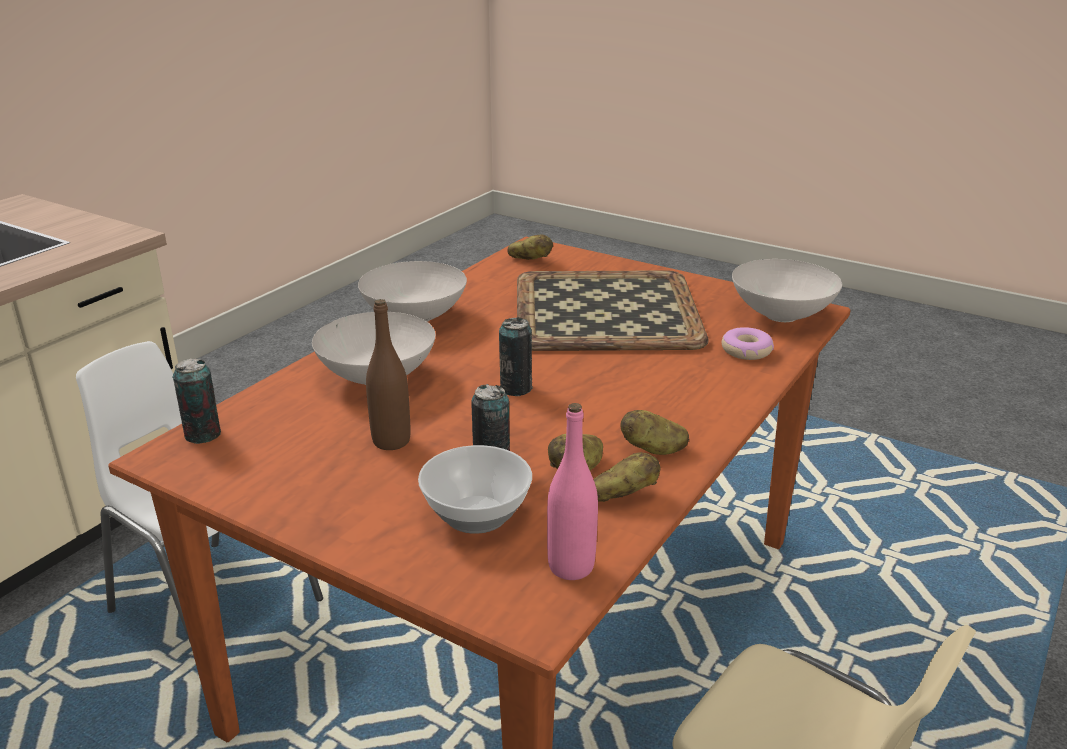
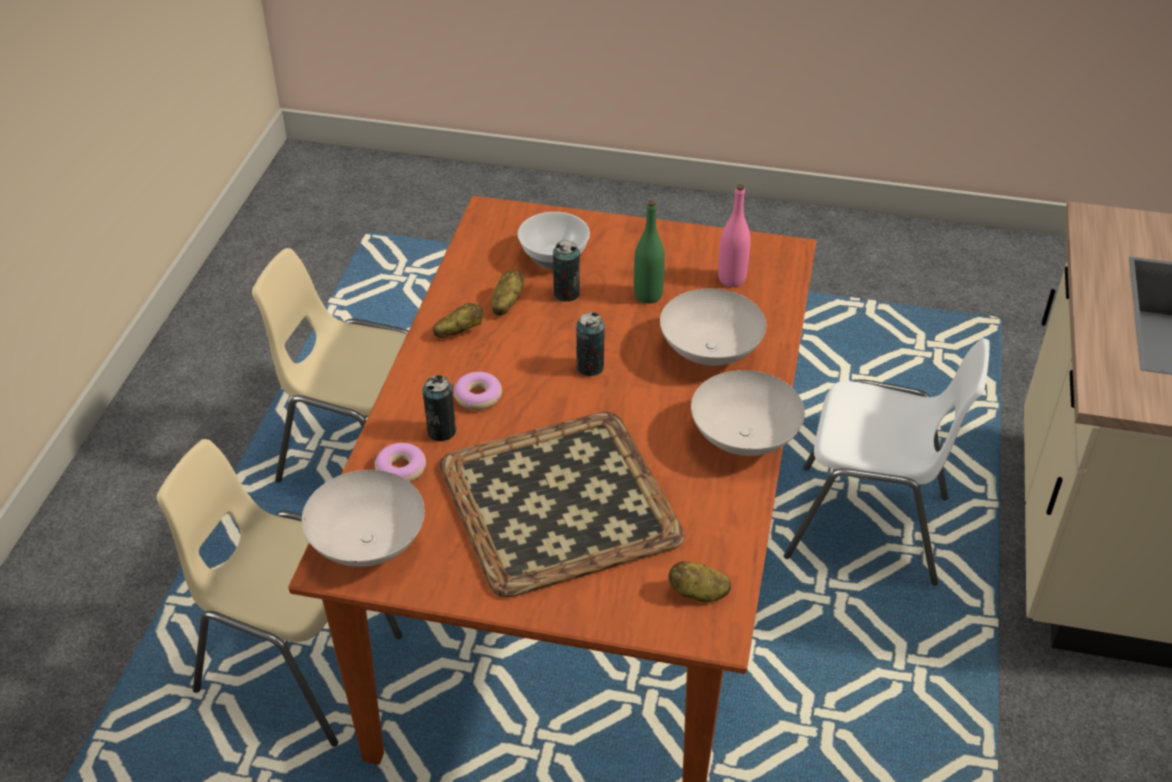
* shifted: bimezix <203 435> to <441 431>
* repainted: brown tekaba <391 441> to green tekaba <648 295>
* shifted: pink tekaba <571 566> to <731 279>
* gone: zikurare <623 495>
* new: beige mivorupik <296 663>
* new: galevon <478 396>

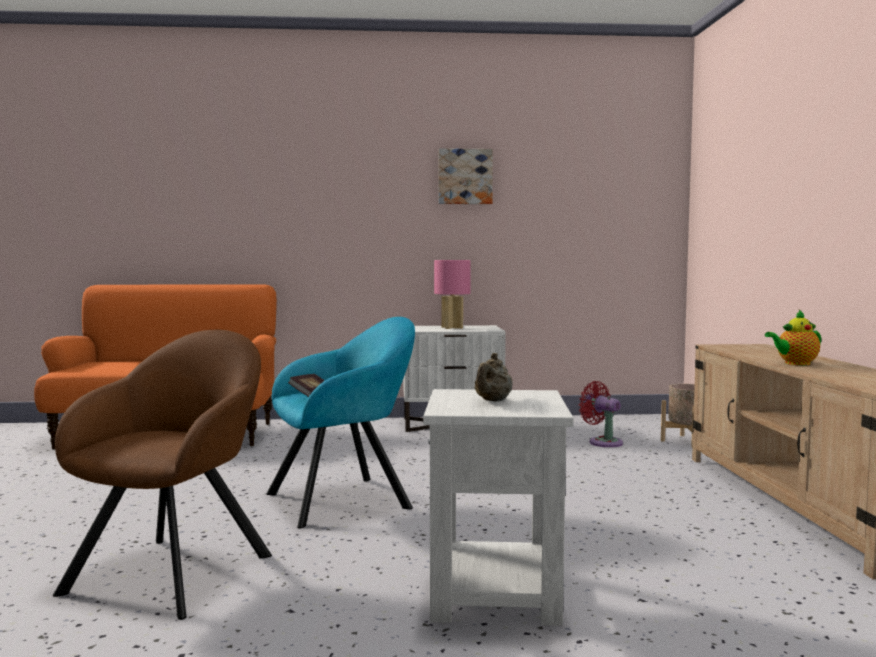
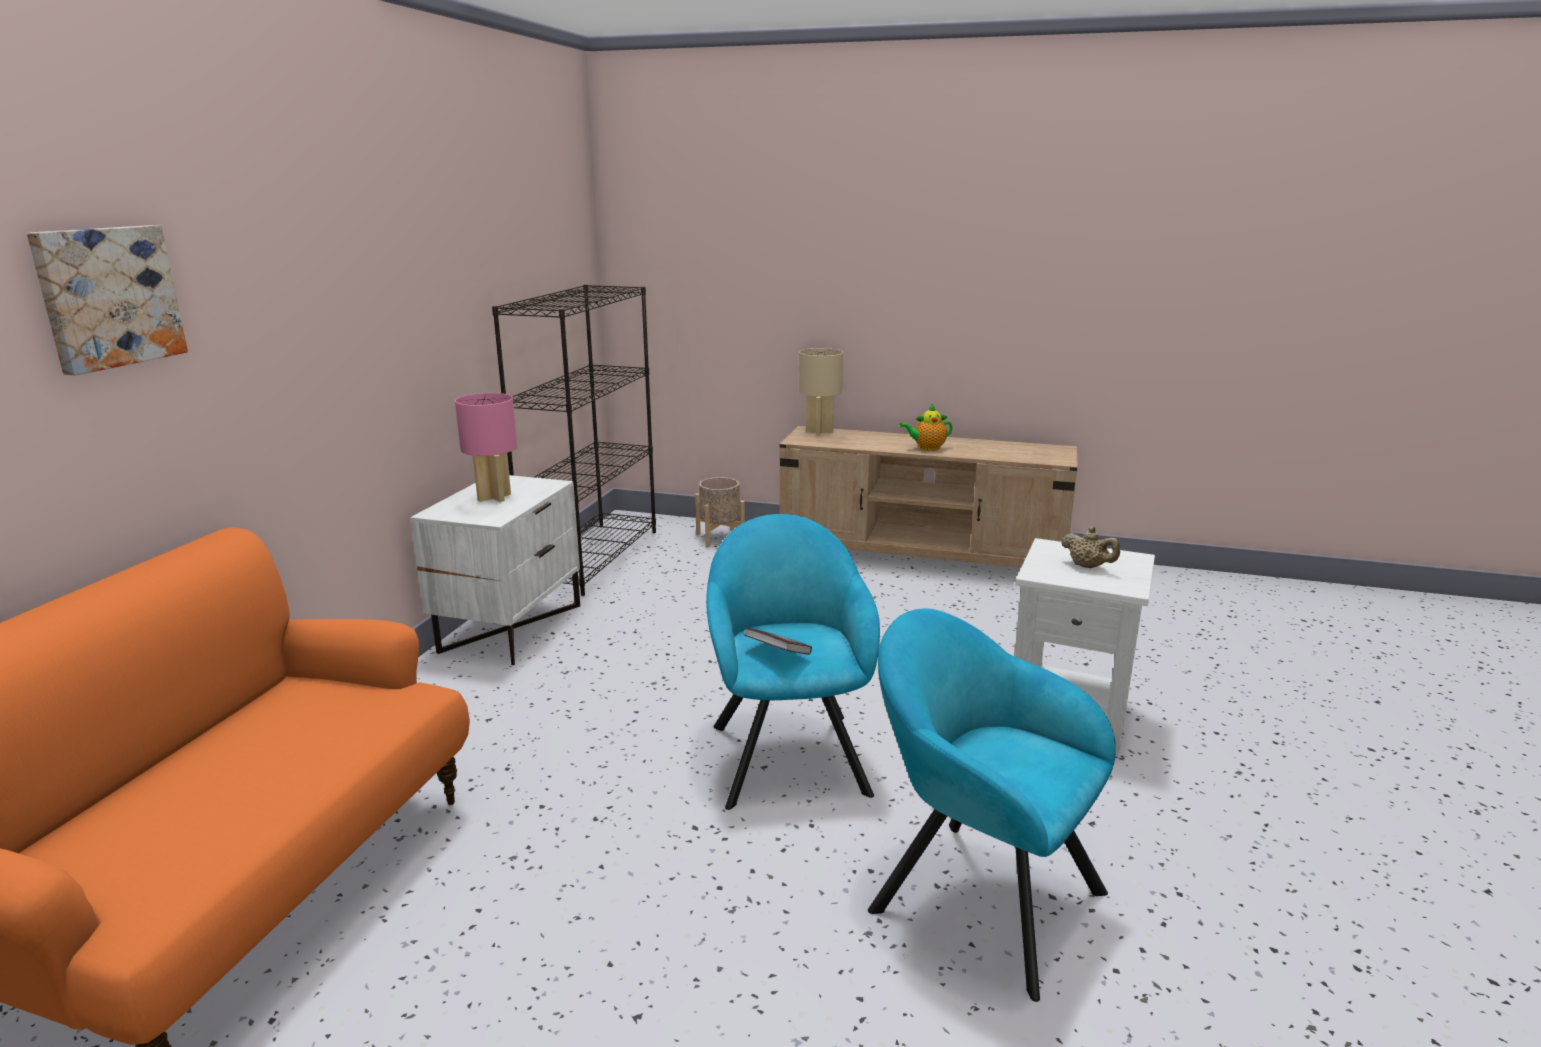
* repainted: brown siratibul <177 569> to turquoise siratibul <976 895>
* shifted: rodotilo <465 177> to <107 297>
* gone: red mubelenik <602 442>
* rotated: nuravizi <795 363> = <927 448> 75 degrees clockwise
* new: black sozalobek <592 557>
* new: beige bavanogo <819 431>

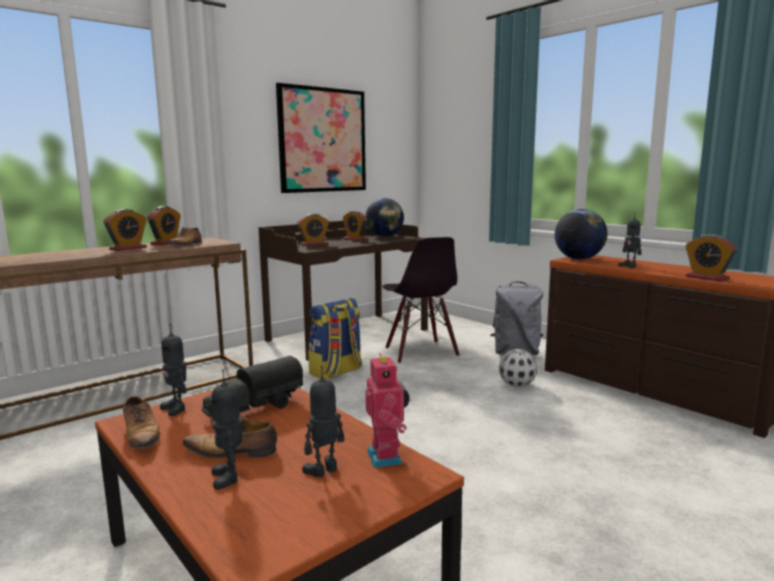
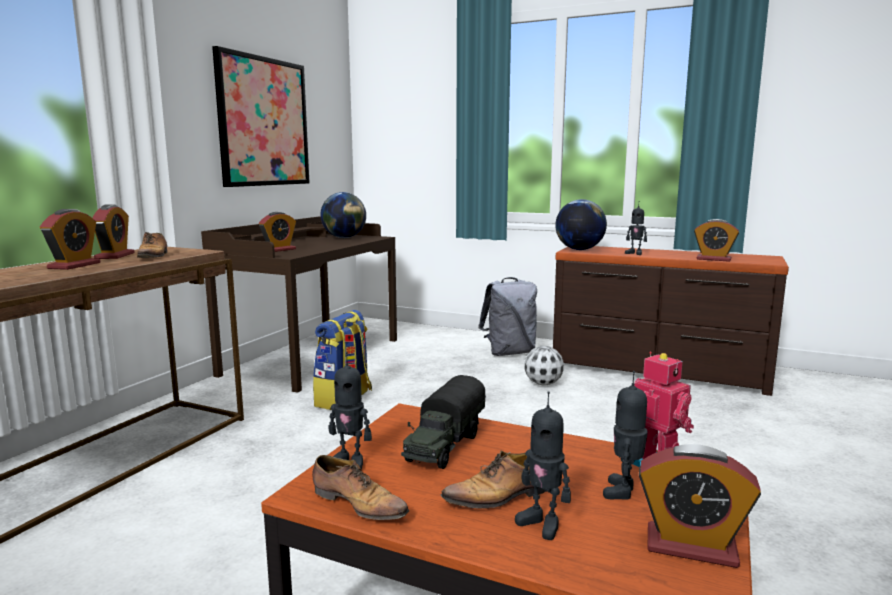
* shifted: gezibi <355 239> to <691 547>
* gone: black mivorupik <420 352>

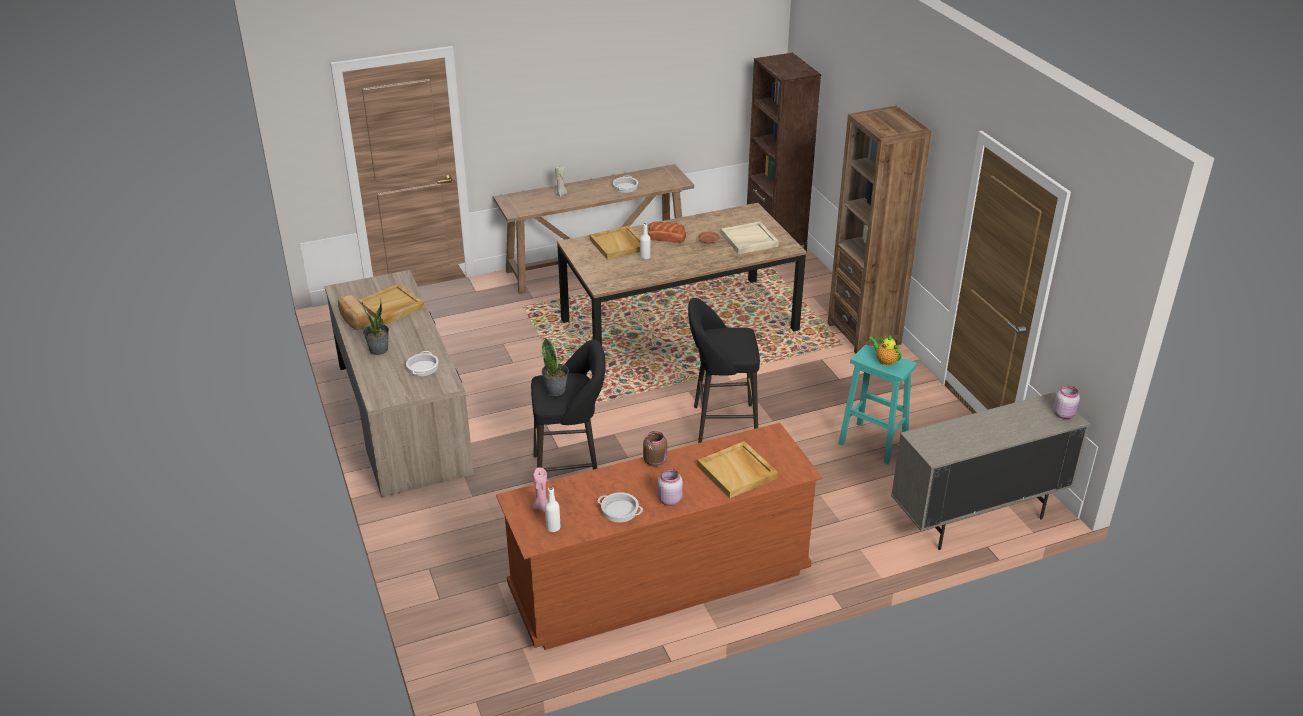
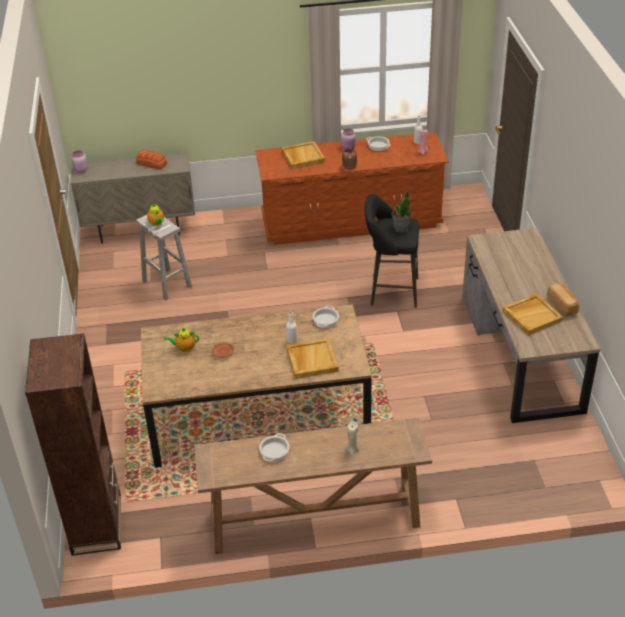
* gone: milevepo <379 350>
* shifted: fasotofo <422 367> to <326 320>
* shifted: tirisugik <665 237> to <152 163>
* gone: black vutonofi <720 424>
* swapped: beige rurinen <749 240> to nuravizi <184 348>
* gone: brown sozalobek <864 333>
* repainted: turquoise vutonofi <874 443> to white vutonofi <166 284>

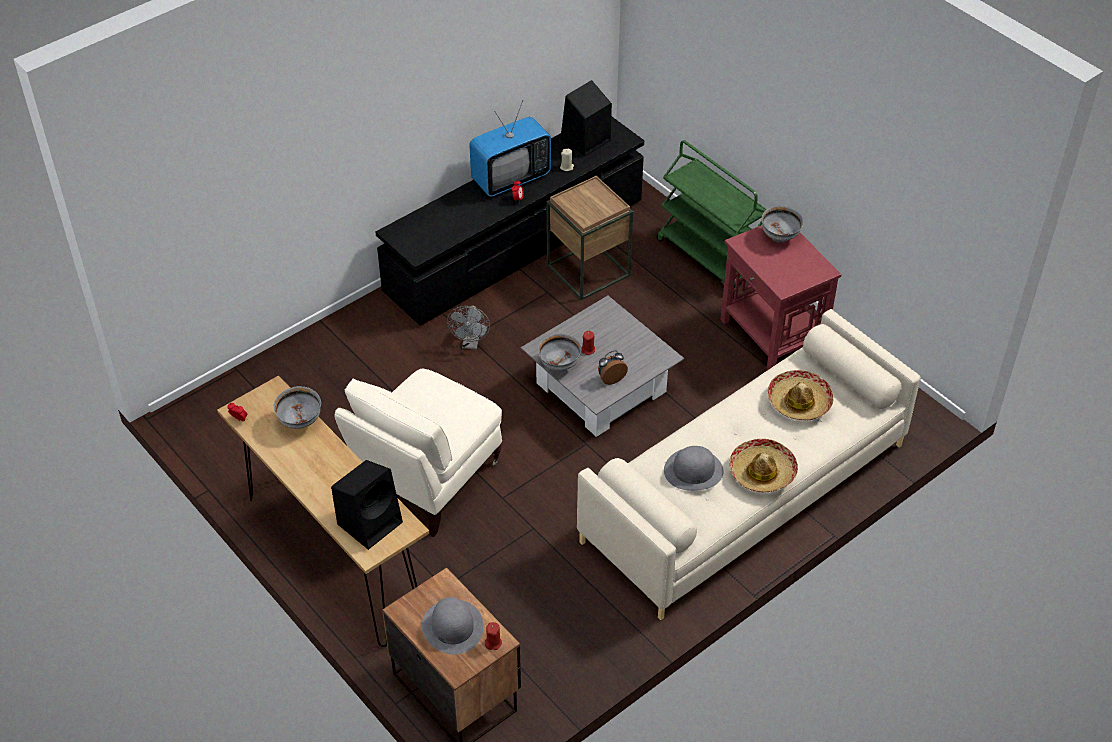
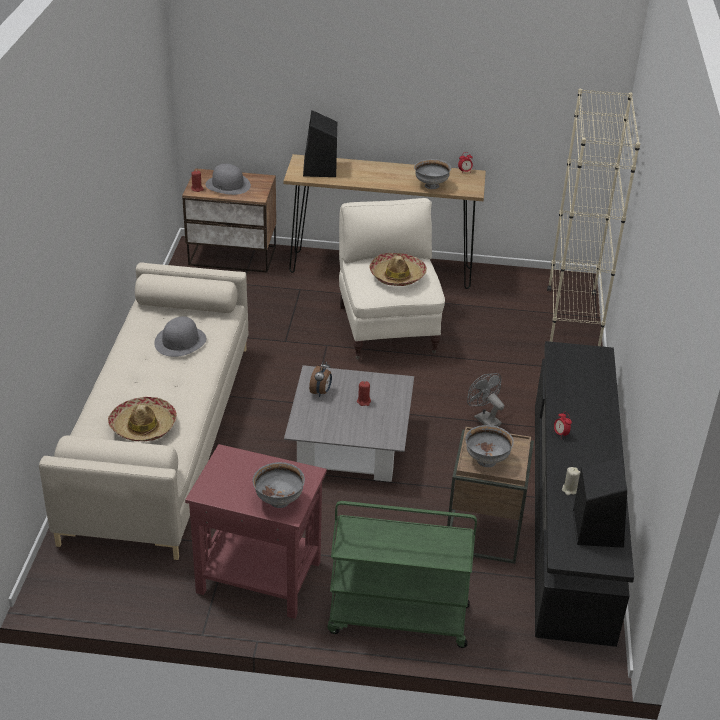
* gone: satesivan <511 178>
* shifted: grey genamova <559 366> to <486 460>
* shifted: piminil <762 472> to <397 276>
* new: beige sozalobek <572 320>

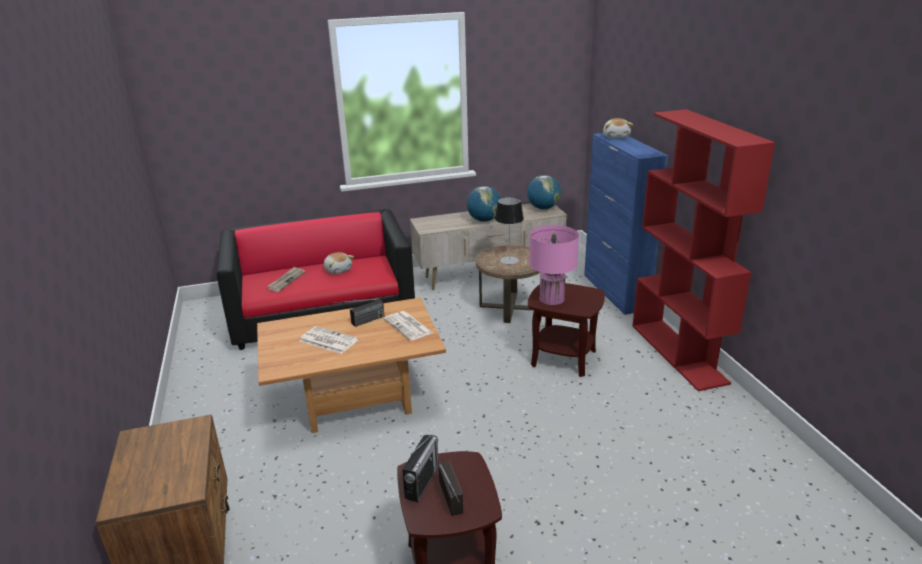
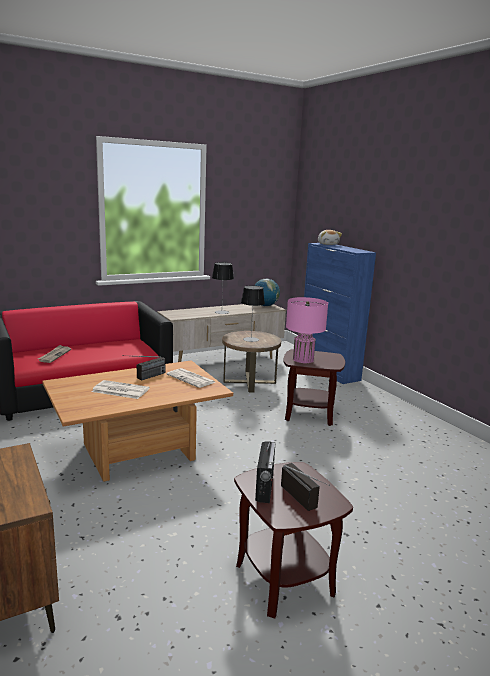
* gone: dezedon <338 270>
* swapped: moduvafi <484 220> to bavanogo <221 312>
* gone: red sozalobek <679 353>

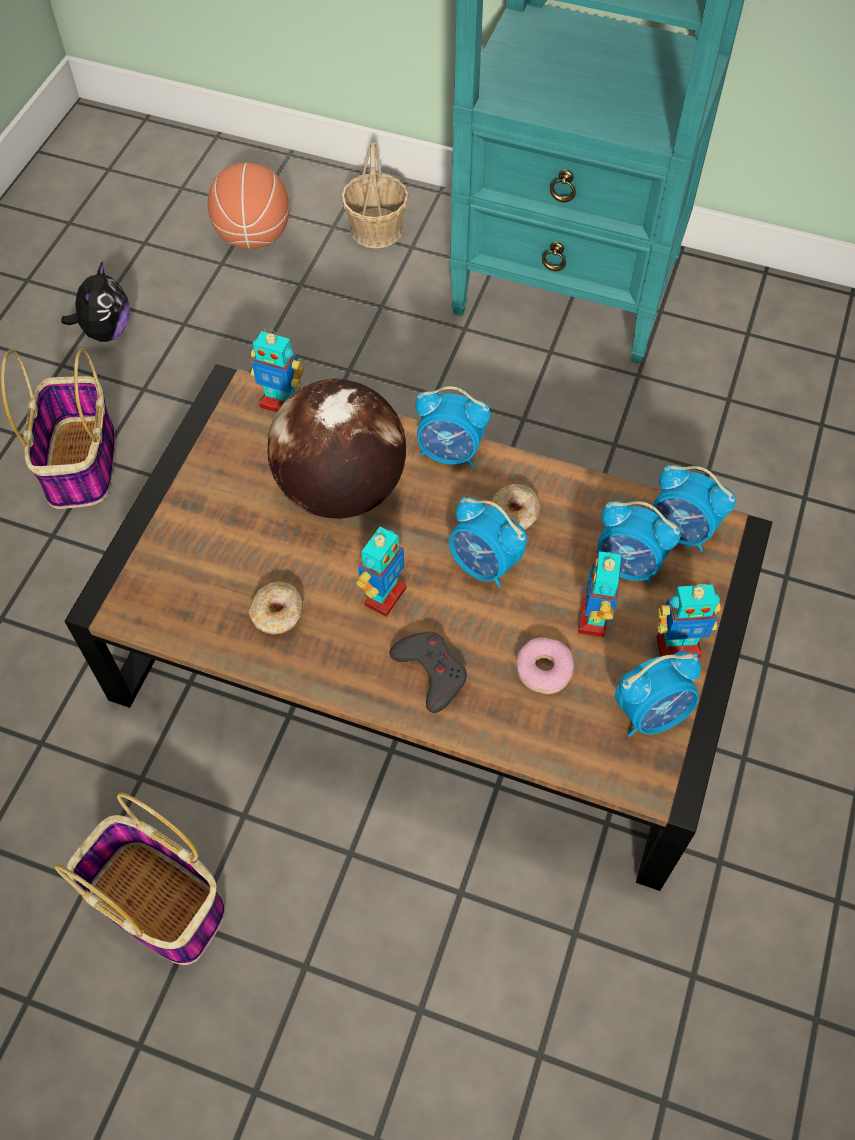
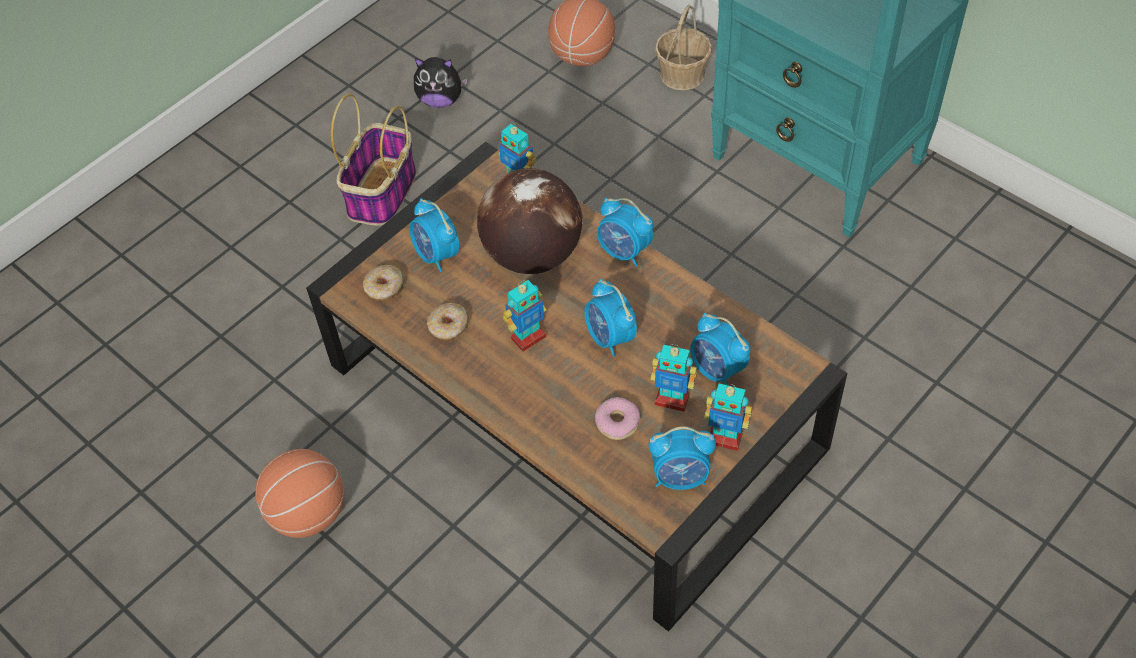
* swapped: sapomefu <160 903> to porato <309 513>
* rotated: dezedon <106 331> = <441 100> 60 degrees clockwise
* gone: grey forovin <430 672>
* shifted: galevon <514 514> to <384 288>
* rotated: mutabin <594 618> = <672 399> 105 degrees counterclockwise
* shifted: gezibi <681 531> to <437 255>

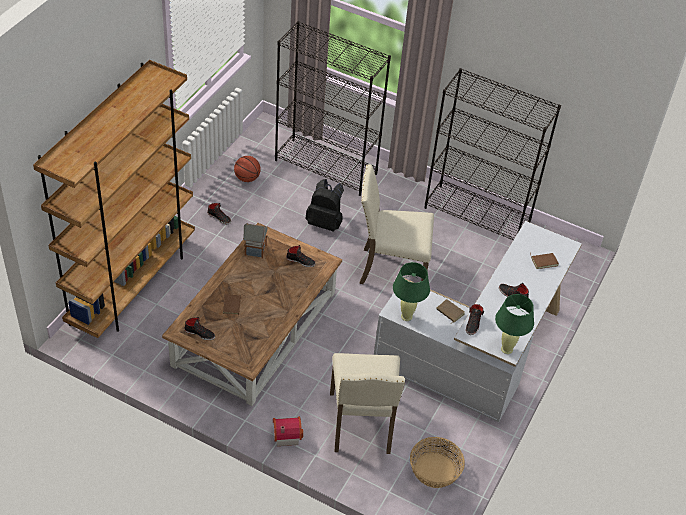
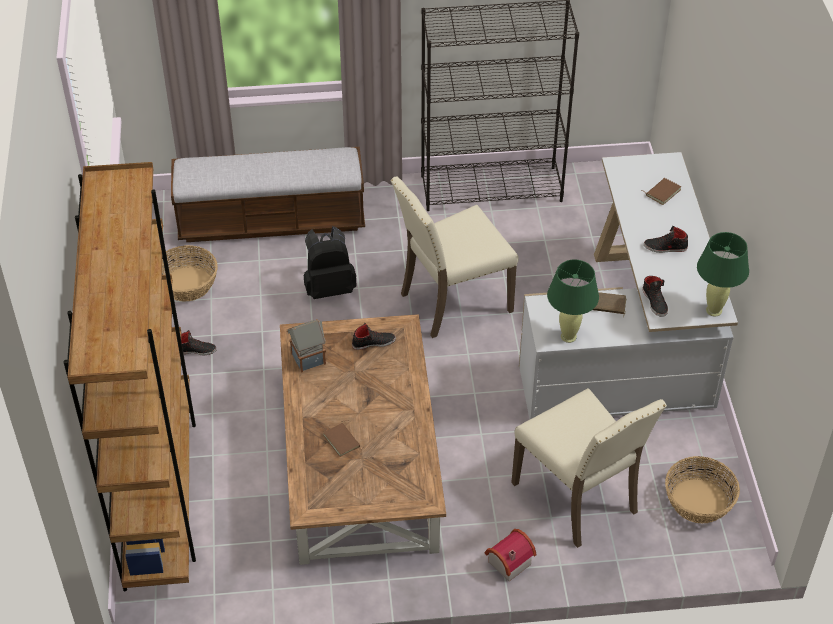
* gone: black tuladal <200 333>
* swapped: porato <247 178> to sapomefu <187 284>
* swapped: black sozalobek <326 167> to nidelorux <271 220>

